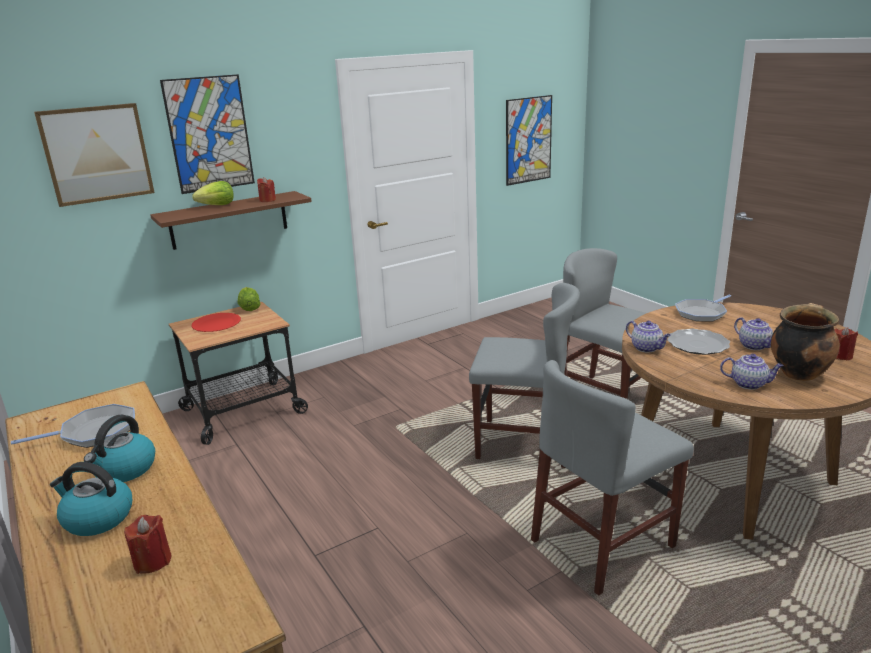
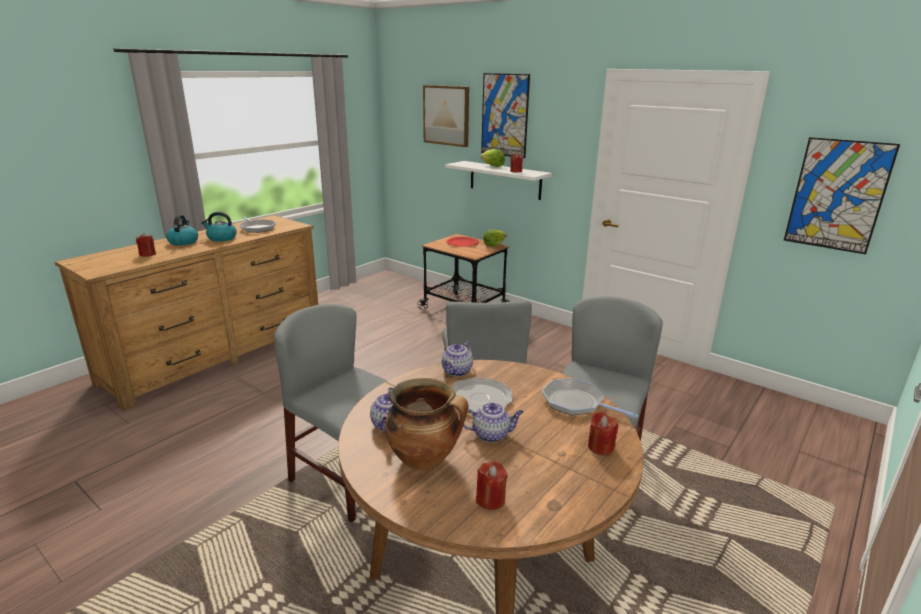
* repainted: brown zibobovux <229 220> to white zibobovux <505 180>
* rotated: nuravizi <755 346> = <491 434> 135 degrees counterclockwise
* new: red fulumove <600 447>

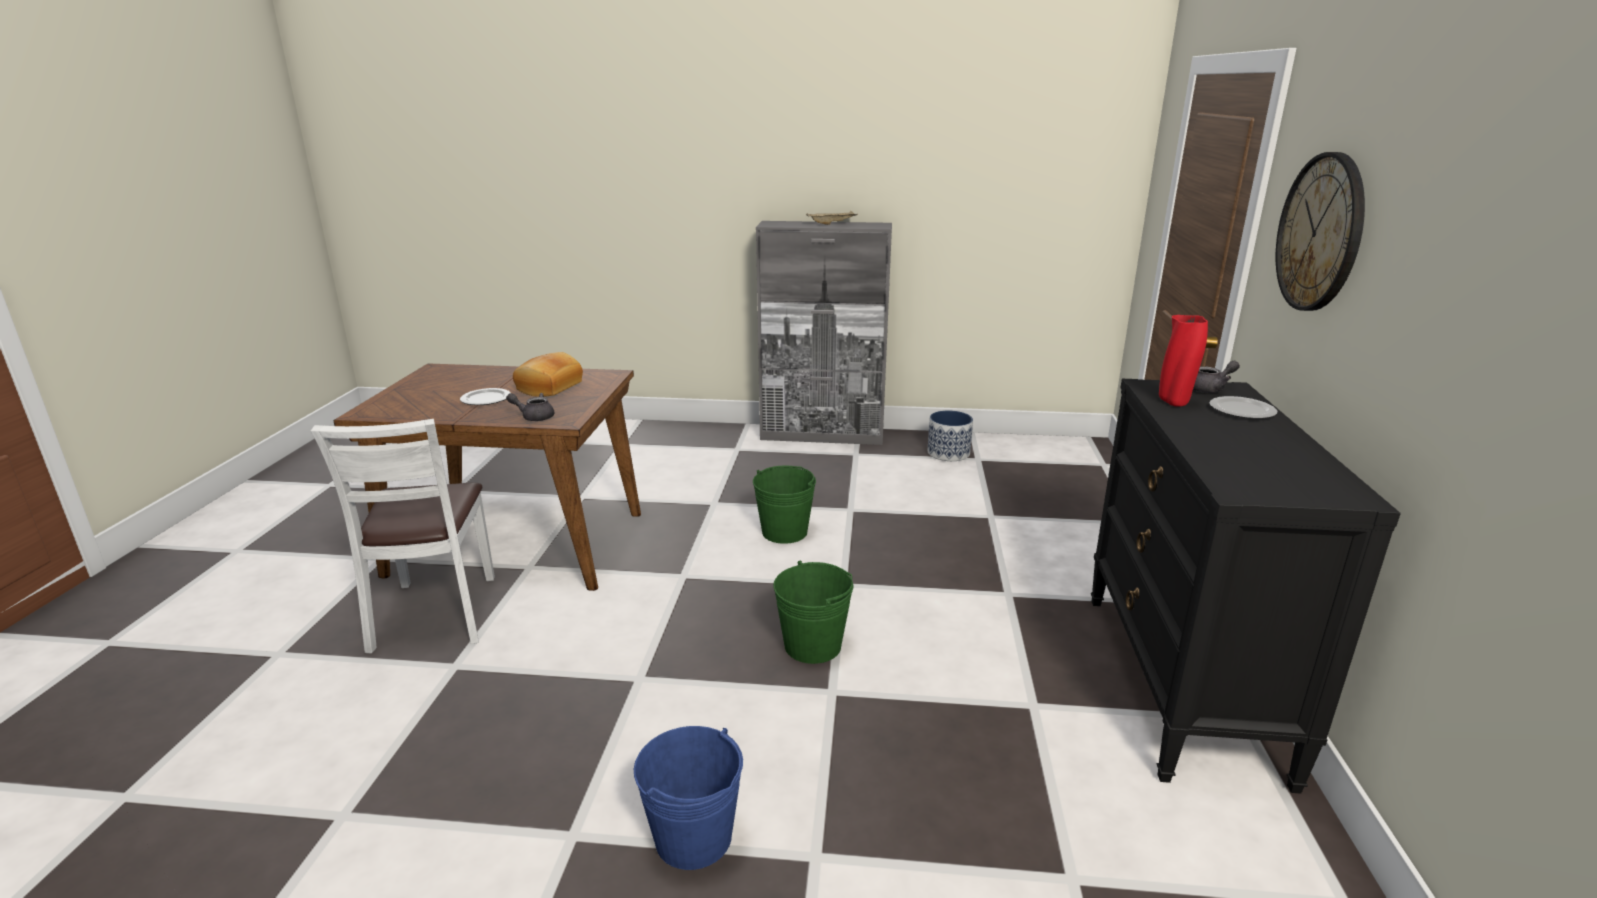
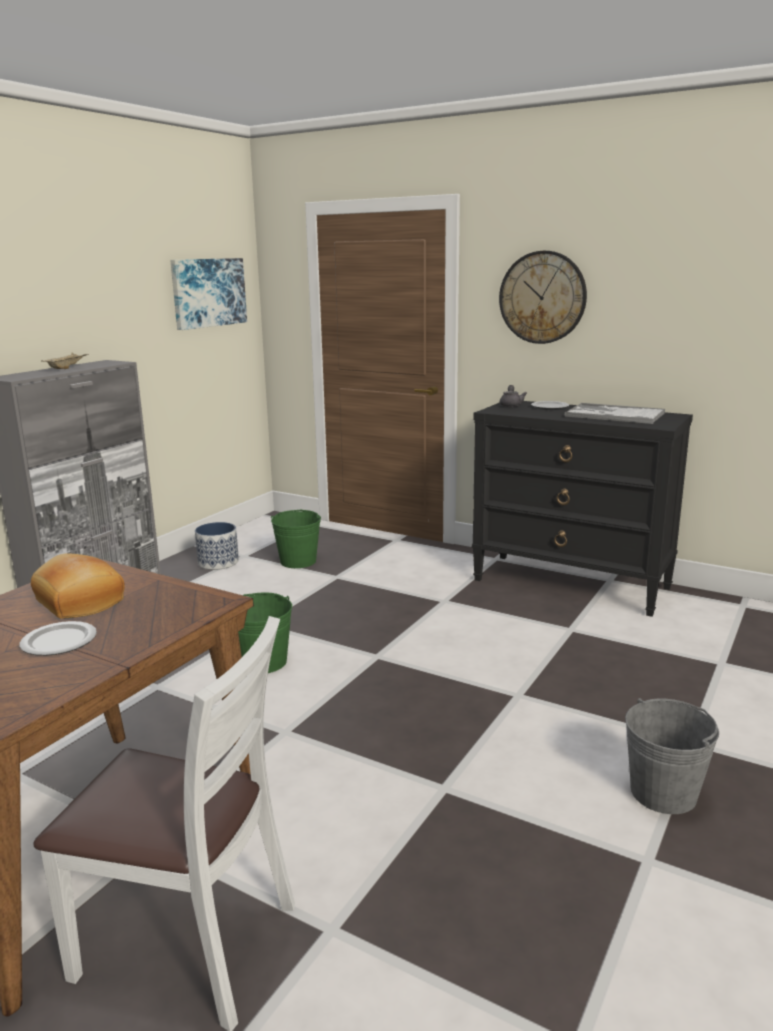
* gone: grey nuravizi <534 417>
* repainted: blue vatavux <693 837> to grey vatavux <663 793>
* shifted: green vatavux <813 645> to <298 561>
* gone: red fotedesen <1174 402>
* new: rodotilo <208 292>
* new: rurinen <613 415>

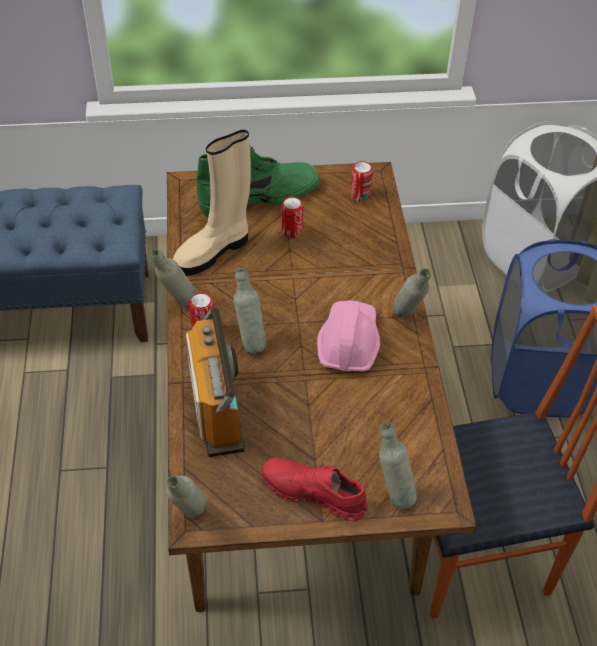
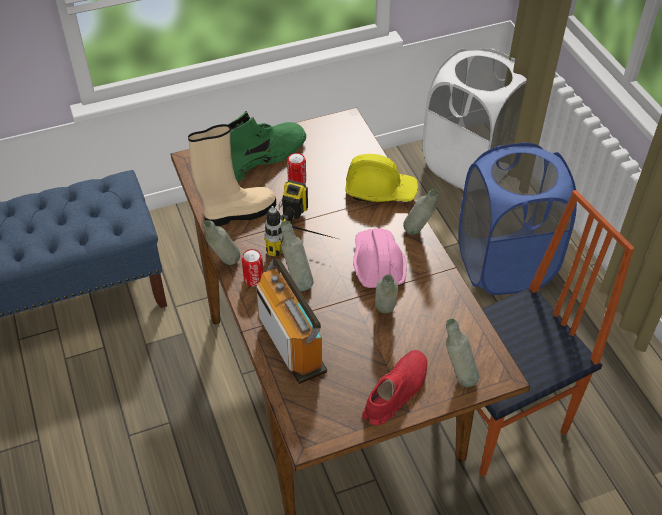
* shifted: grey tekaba <189 518> to <384 315>
* rotated: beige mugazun <214 251> = <238 213> 150 degrees counterclockwise
* rotated: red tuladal <313 494> = <395 392> 120 degrees clockwise
* gone: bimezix <360 195>
* new: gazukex <308 240>
* new: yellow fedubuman <380 190>

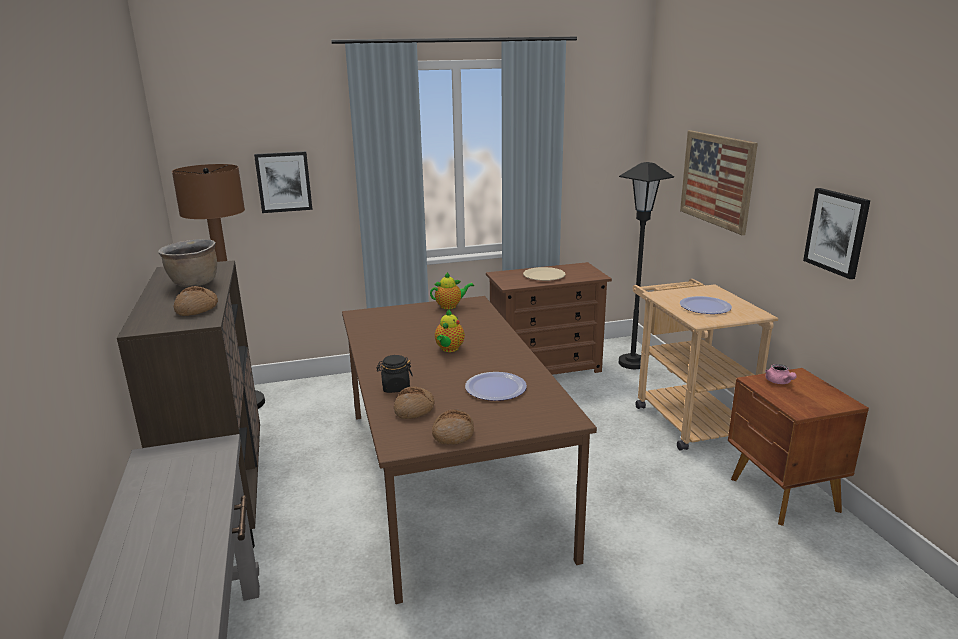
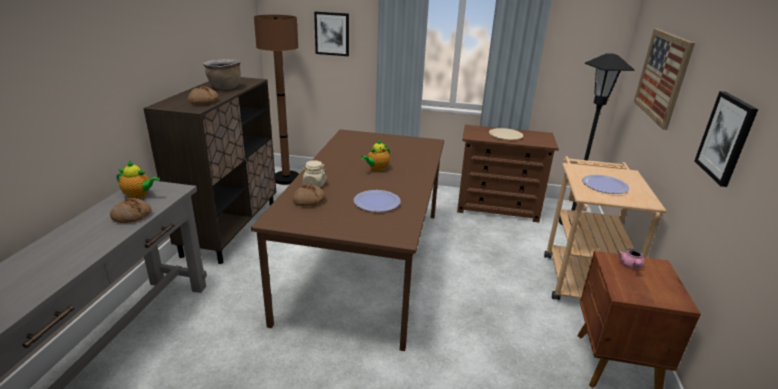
* repainted: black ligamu <395 387> to beige ligamu <314 184>
* shifted: nuravizi <450 306> to <139 195>
* shifted: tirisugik <453 434> to <132 216>

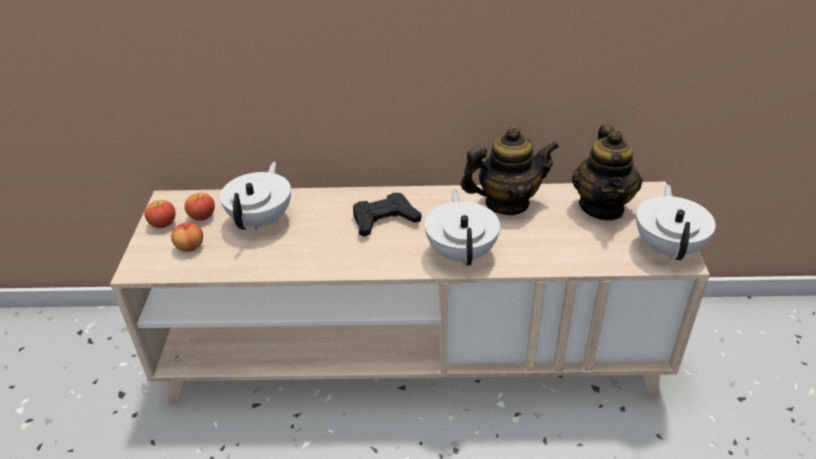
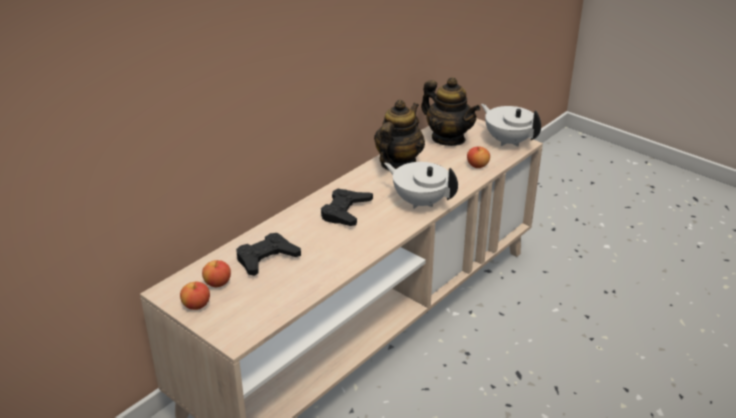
* shifted: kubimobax <190 247> to <477 165>
* swapped: white nuravizi <262 220> to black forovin <266 259>

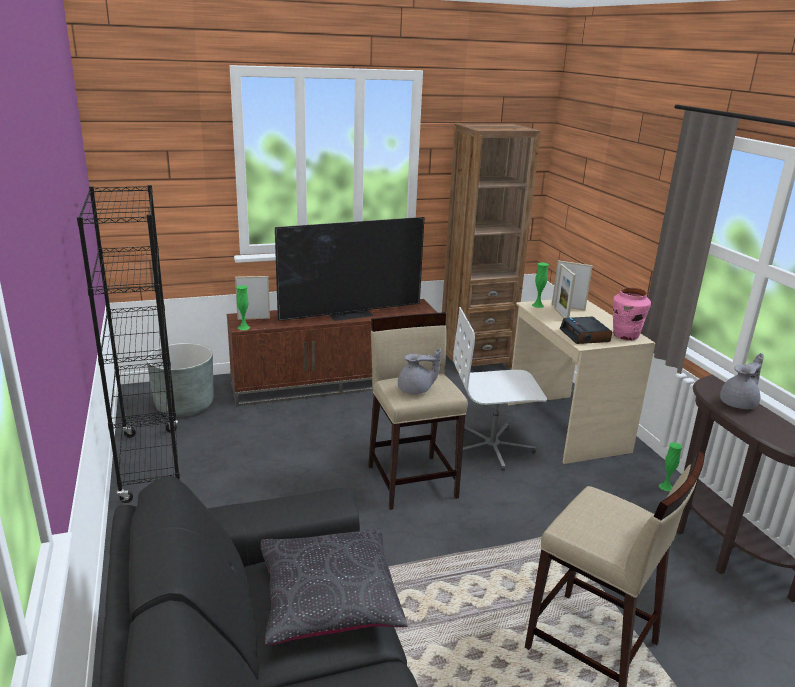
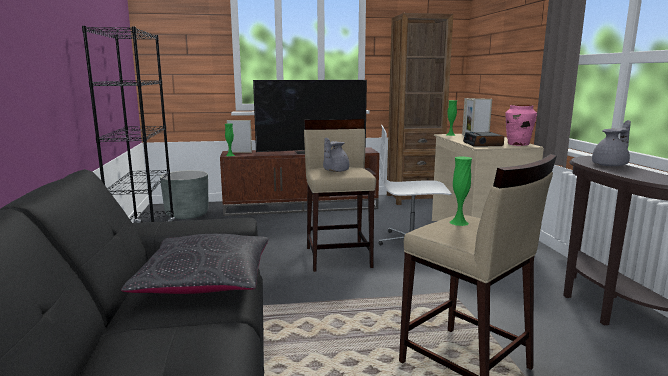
* rotated: grey nuravizi <416 390> = <335 171> 120 degrees clockwise
* shifted: green fotedesen <666 487> to <459 222>

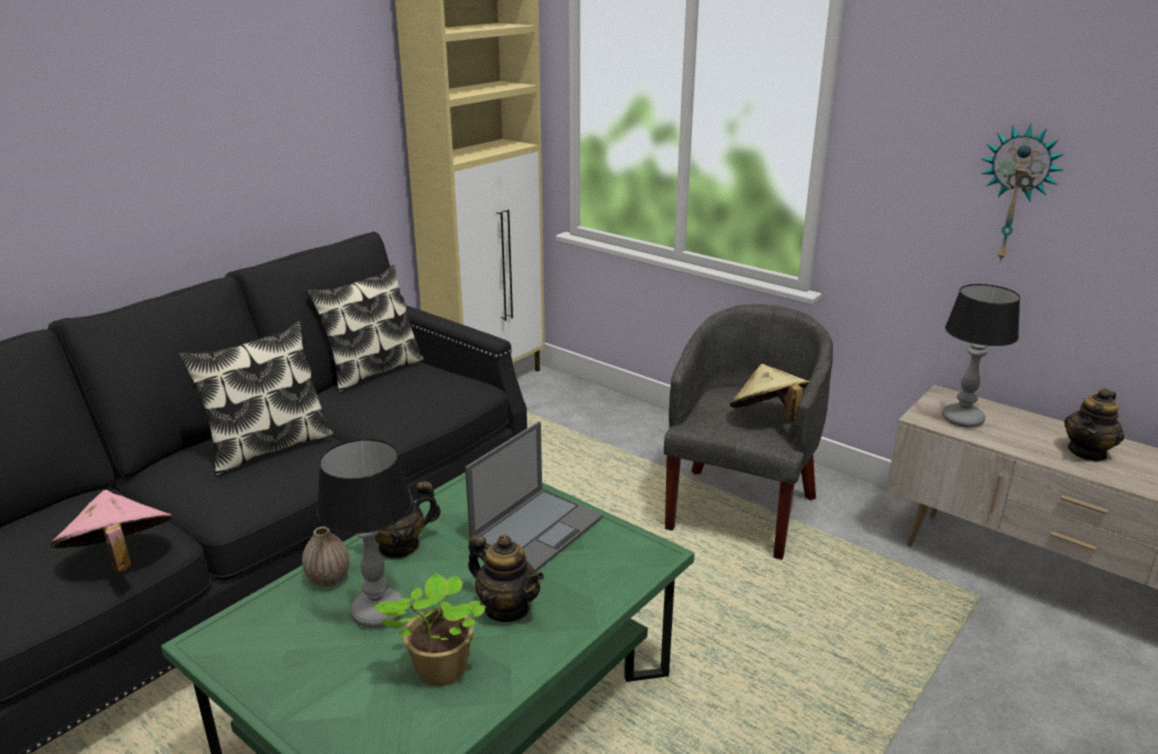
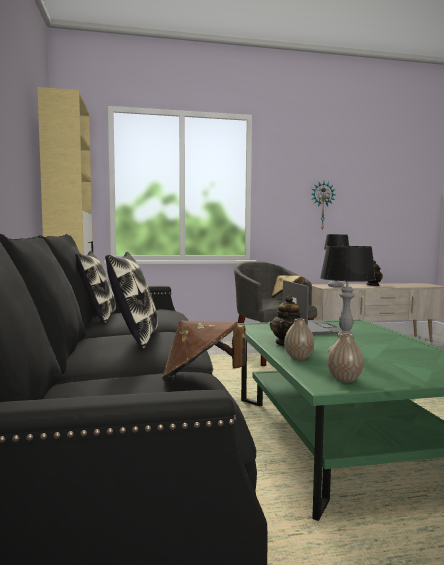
* repainted: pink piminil <120 559> to brown piminil <201 378>
* gone: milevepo <438 671>
* gone: nuravizi <507 608>
* new: fotedesen <344 379>

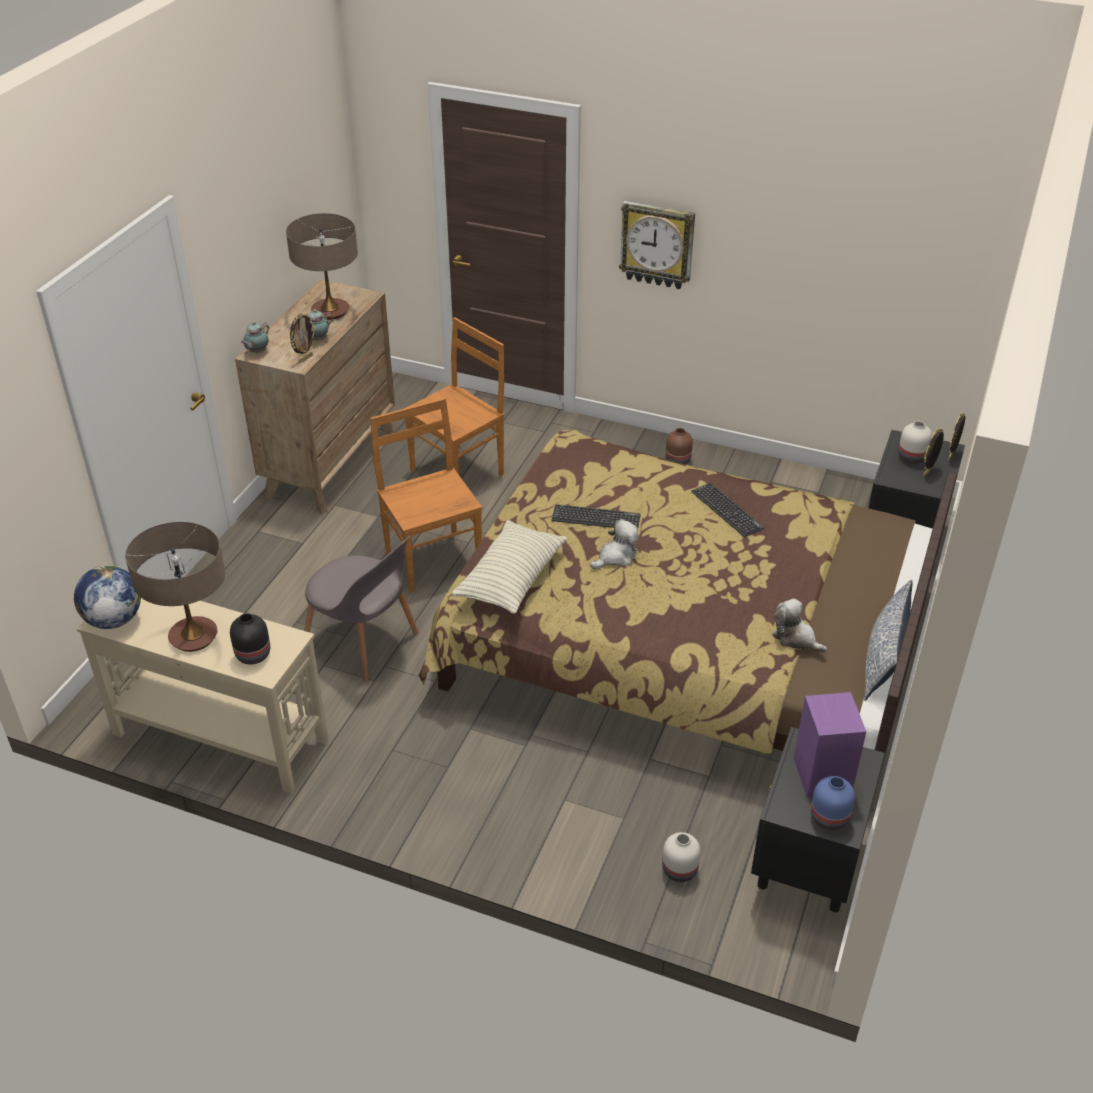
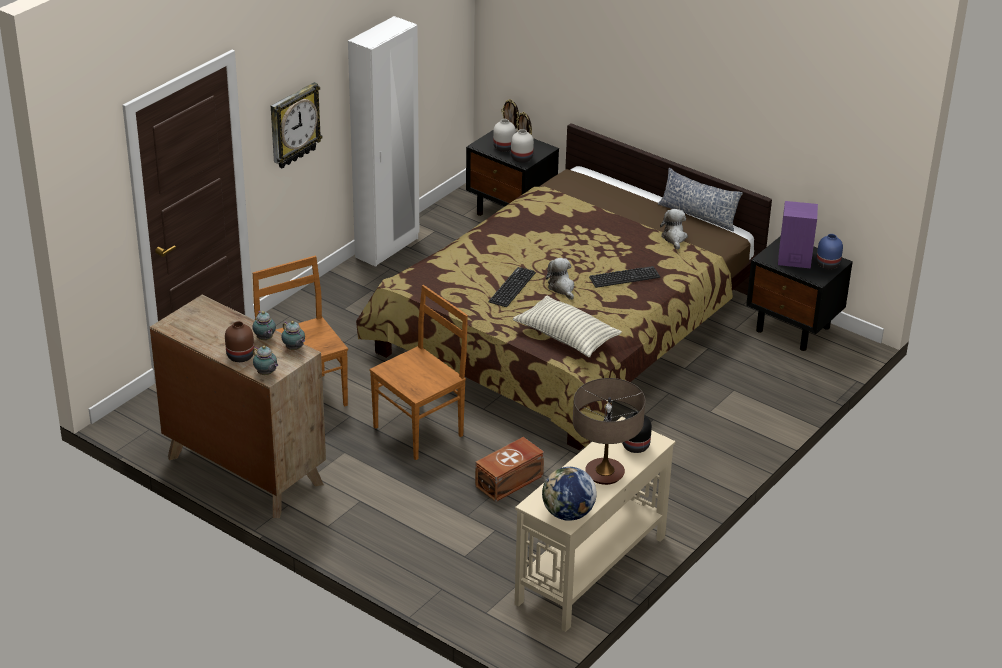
* gone: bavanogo <330 311>
* swapped: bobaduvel <305 358> to nuravizi <294 349>
* swapped: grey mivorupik <364 643> to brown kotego <510 481>
* rotated: brown mivorupik <432 559> = <420 430> 150 degrees clockwise
* shifted: white fotedesen <679 871> to <522 158>
* shifted: brown fotedesen <678 460> to <240 356>
* shifted: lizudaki <727 510> to <624 277>
* rotated: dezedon <796 638> = <674 238> 120 degrees clockwise
* new: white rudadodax <387 248>

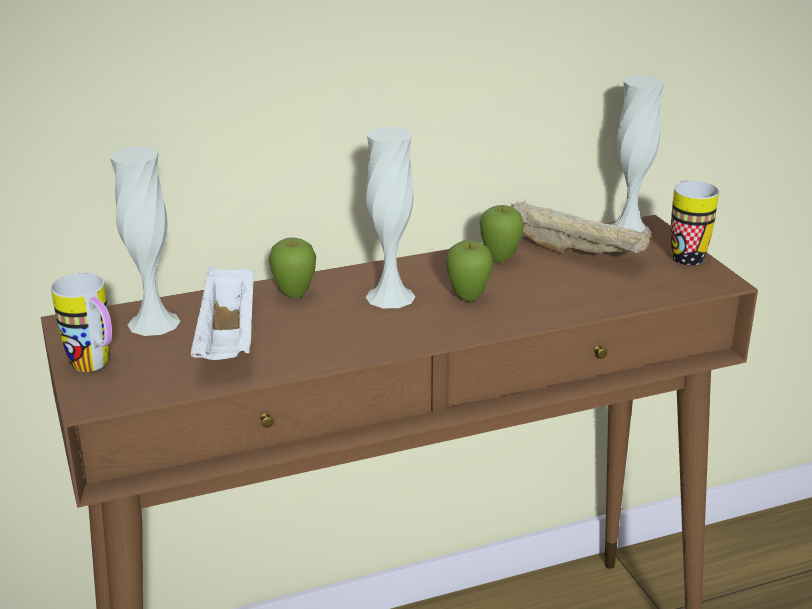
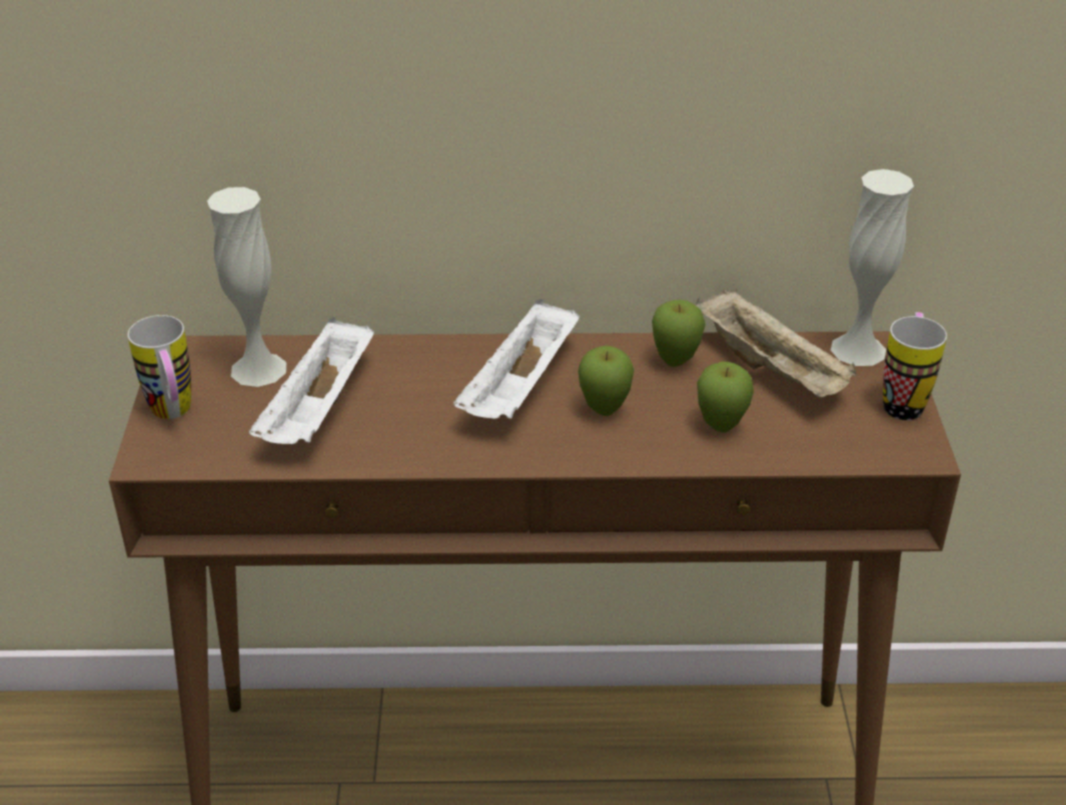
* shifted: kubimobax <294 296> to <720 427>
* swapped: white fotedesen <390 296> to white rurinen <520 388>

